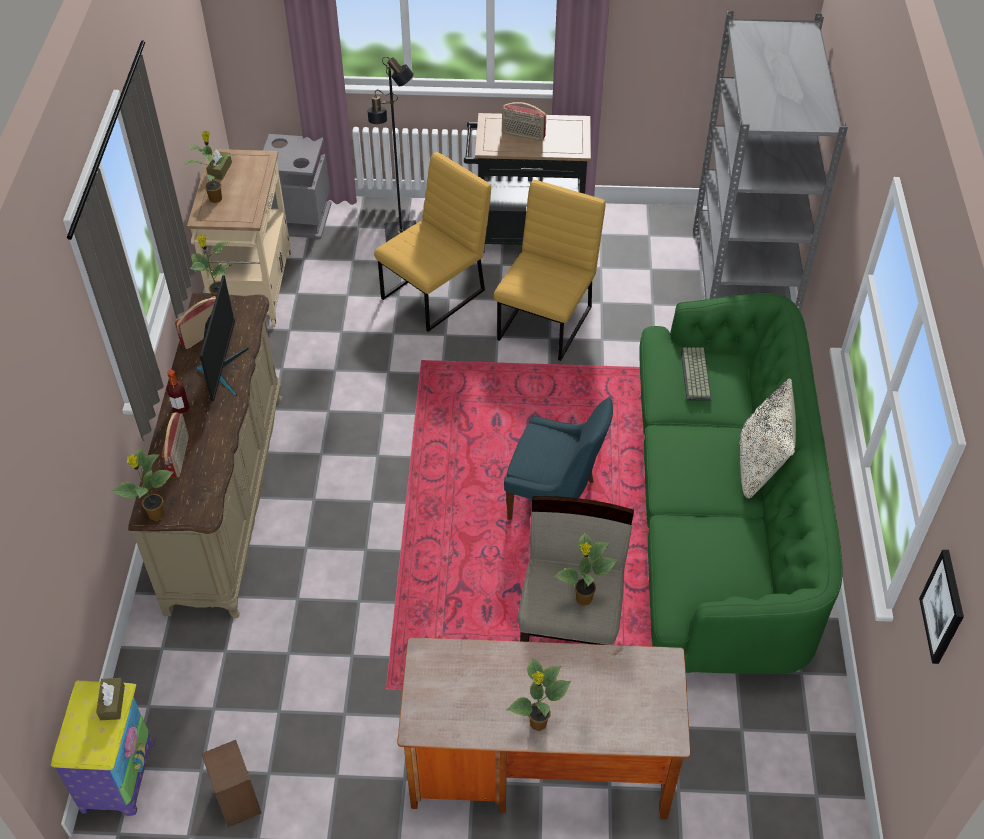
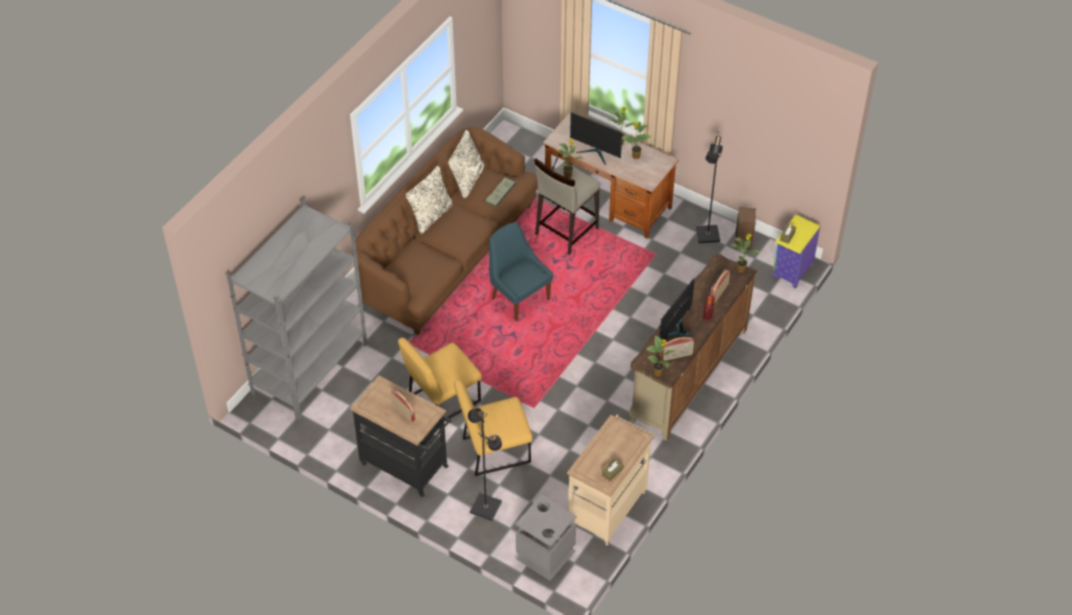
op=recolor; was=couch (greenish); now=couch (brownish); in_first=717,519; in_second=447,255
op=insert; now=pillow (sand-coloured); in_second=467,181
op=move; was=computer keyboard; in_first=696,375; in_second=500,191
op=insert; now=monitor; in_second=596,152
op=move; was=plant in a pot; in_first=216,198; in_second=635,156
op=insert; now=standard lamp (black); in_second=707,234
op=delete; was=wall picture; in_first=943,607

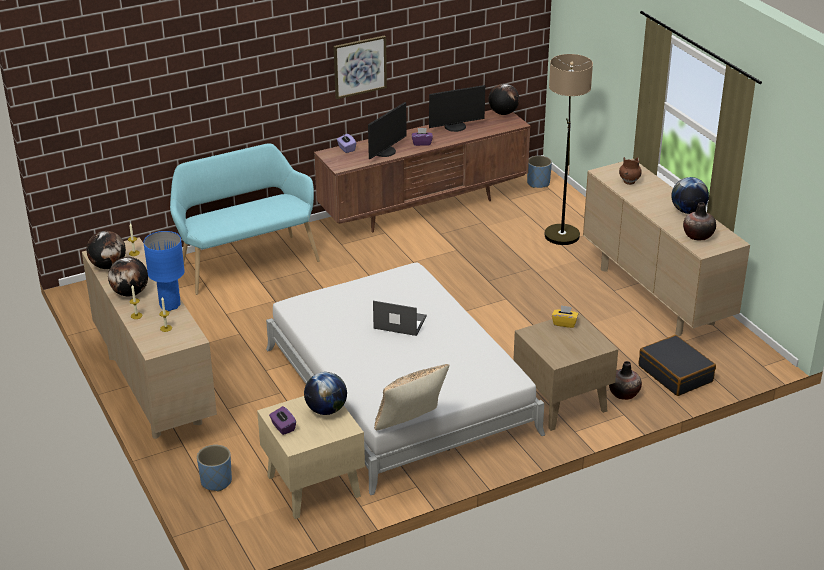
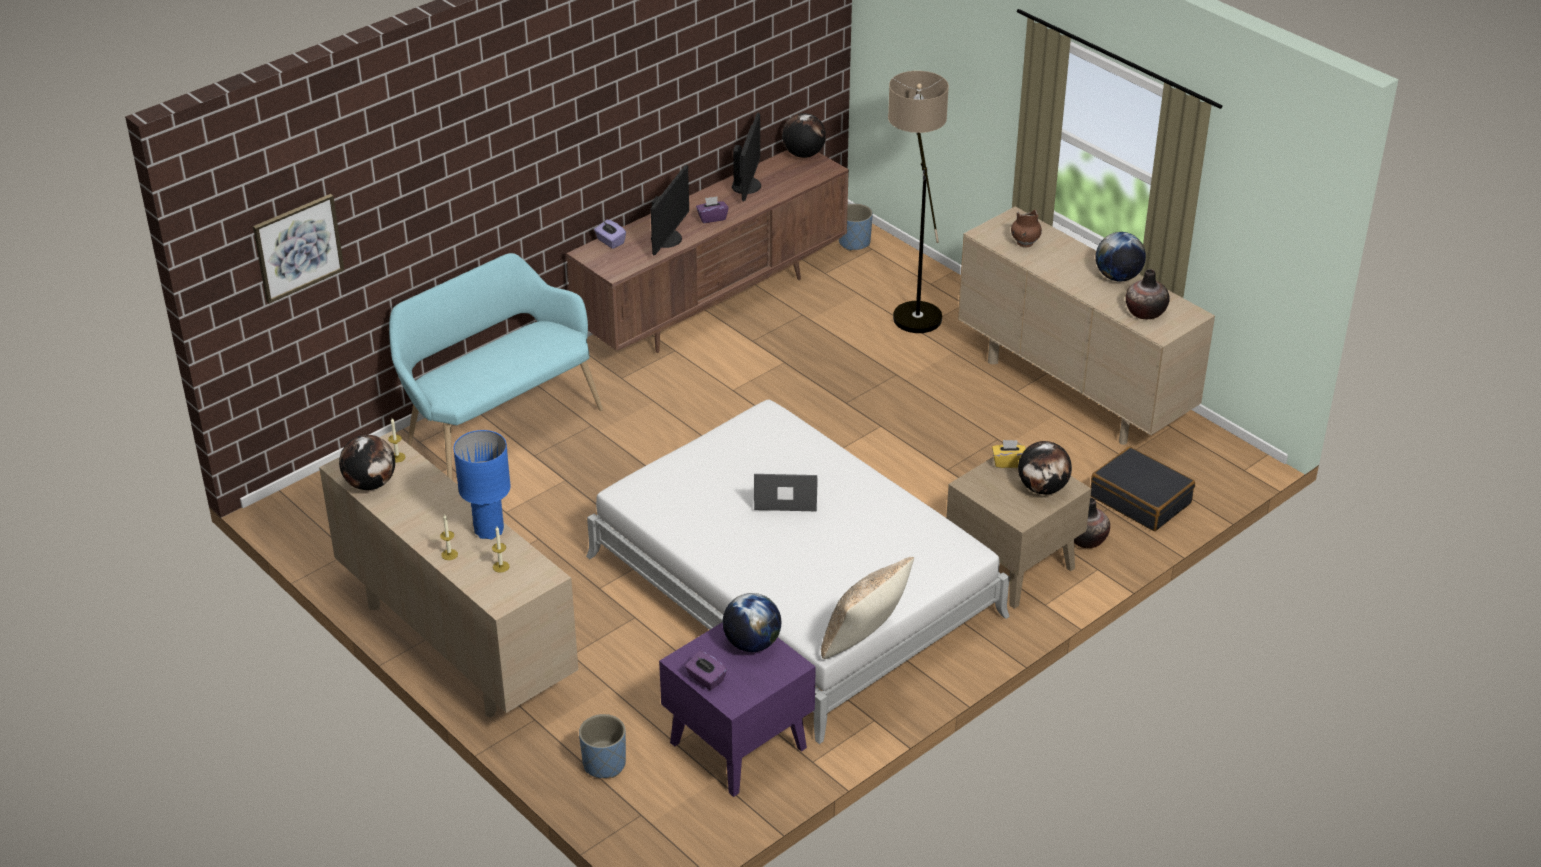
op=move; was=wall picture; in_first=359,66; in_second=298,247
op=recolor; was=bedside table (sand-coloured); now=bedside table (purplish); in_first=312,486; in_second=737,746
op=rotate; was=monitor; in_first=455,127; in_second=747,186; clockwise=-45
op=move; was=globe; in_first=130,293; in_second=1043,488

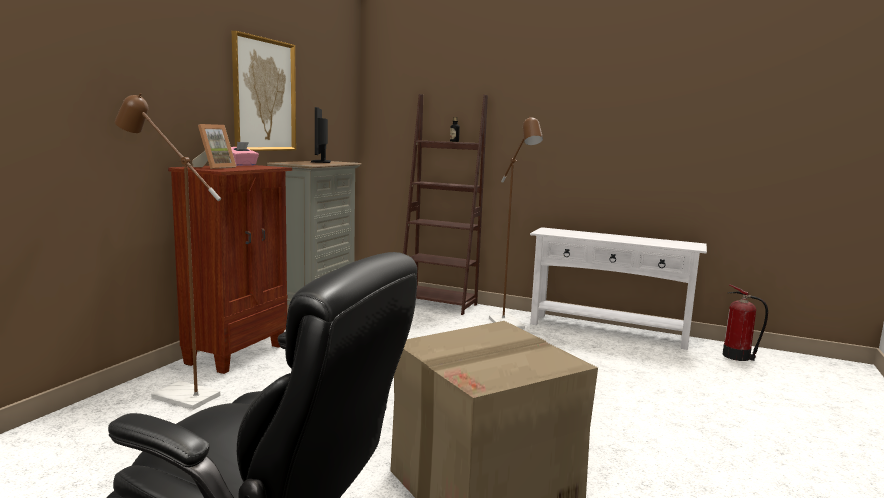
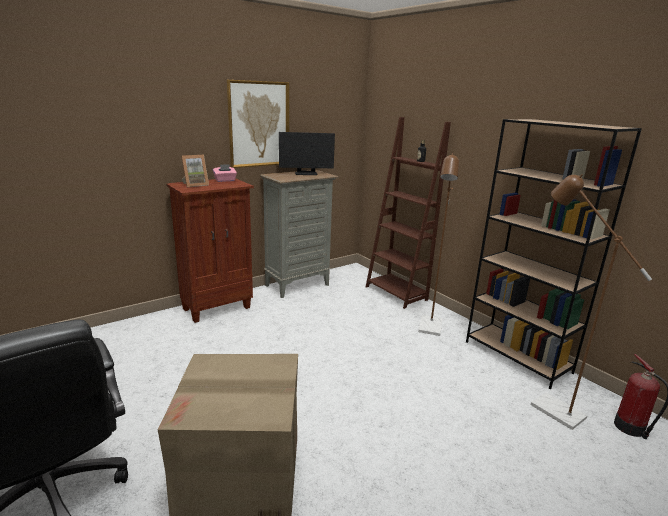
op=rotate; was=monitor; in_first=321,162; in_second=306,173; clockwise=-120
op=replace; was=narrow table (white-coloured); now=bookshelf (sand-coloured); in_first=607,330; in_second=518,357
op=move; was=standard lamp (brownish); in_first=177,394; in_second=549,406

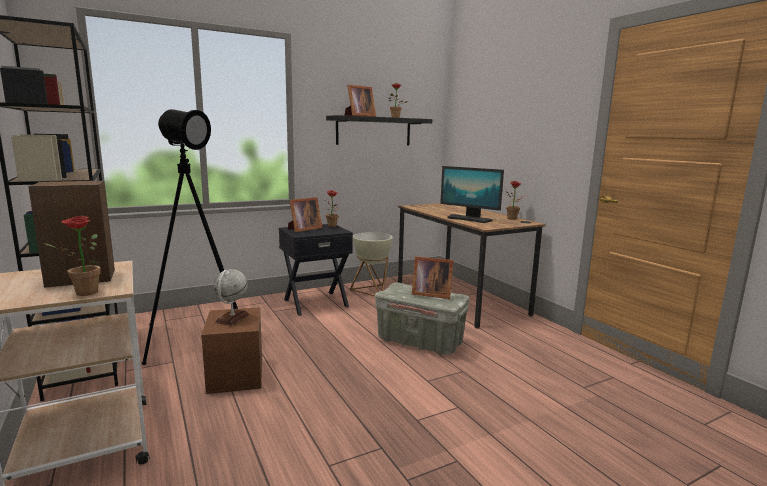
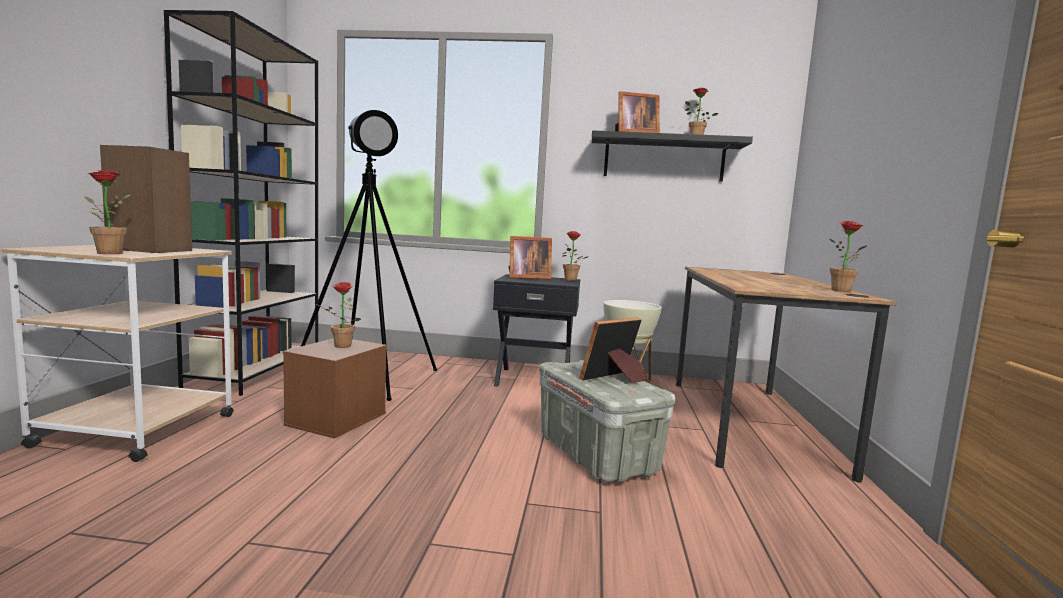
op=replace; was=globe; now=plant in a pot; in_first=232,318; in_second=339,346
op=rotate; was=photo frame; in_first=430,294; in_second=614,379; clockwise=90
op=delete; was=monitor; in_first=469,219

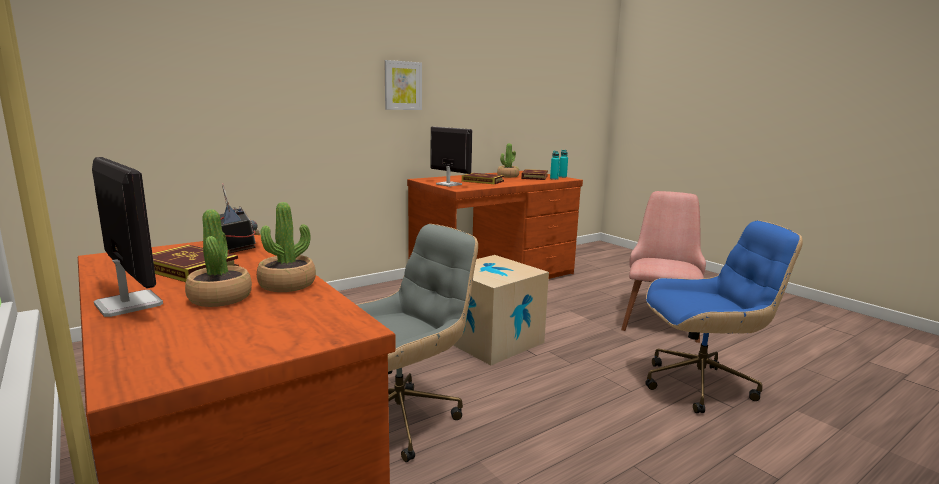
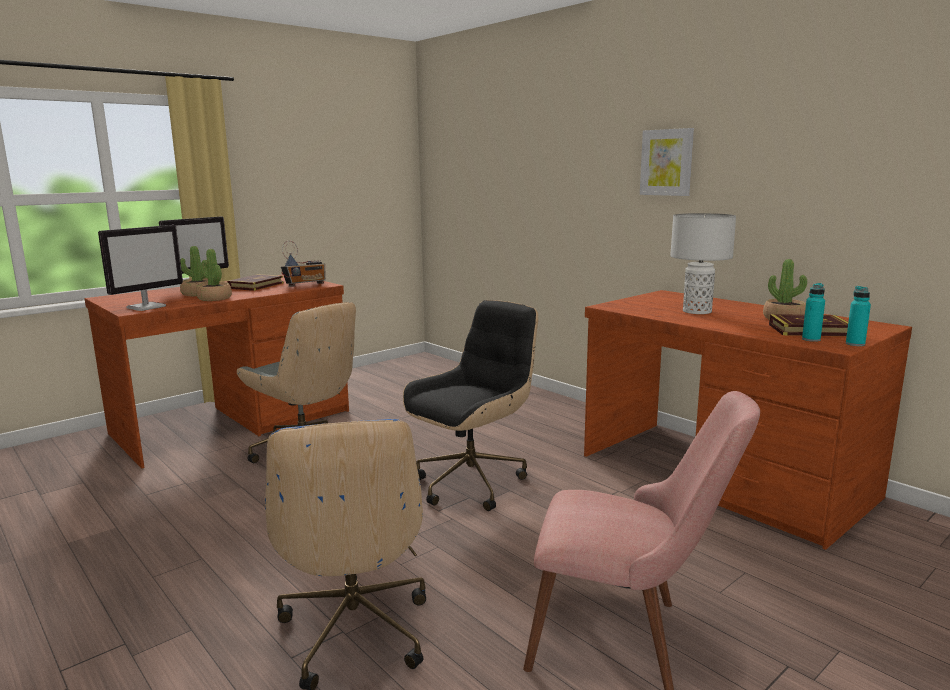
op=move; was=monitor; in_first=448,184; in_second=147,307
op=replace; was=cardboard box; now=office chair (black); in_first=491,340; in_second=473,483
op=replace; was=bound book; now=table lamp (white-coloured); in_first=482,181; in_second=697,311

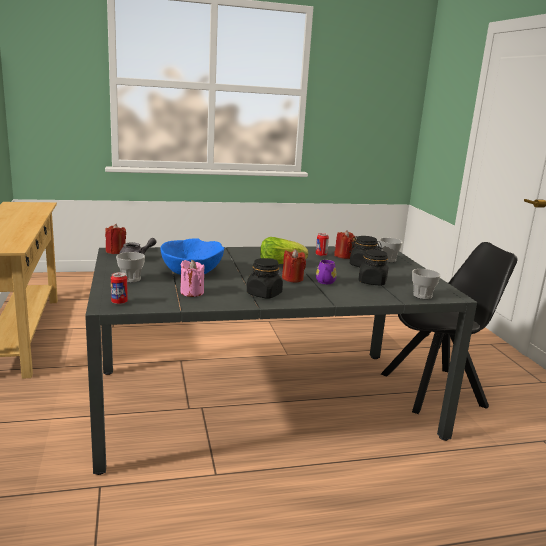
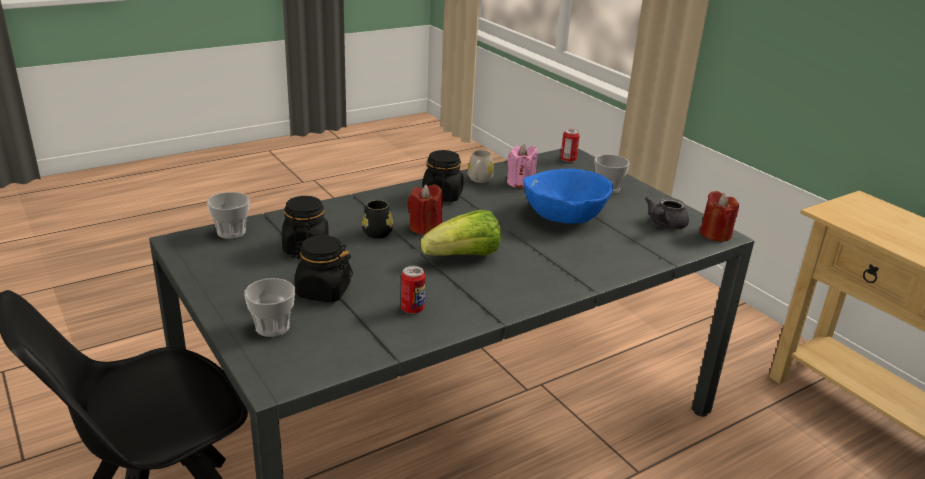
op=recolor; was=coffee mug (purplish); now=coffee mug (black); in_first=324,282; in_second=377,231
op=insert; now=coffee mug (white-coloured); in_second=479,180
op=delete; was=wax light (red-coloured); in_first=343,256

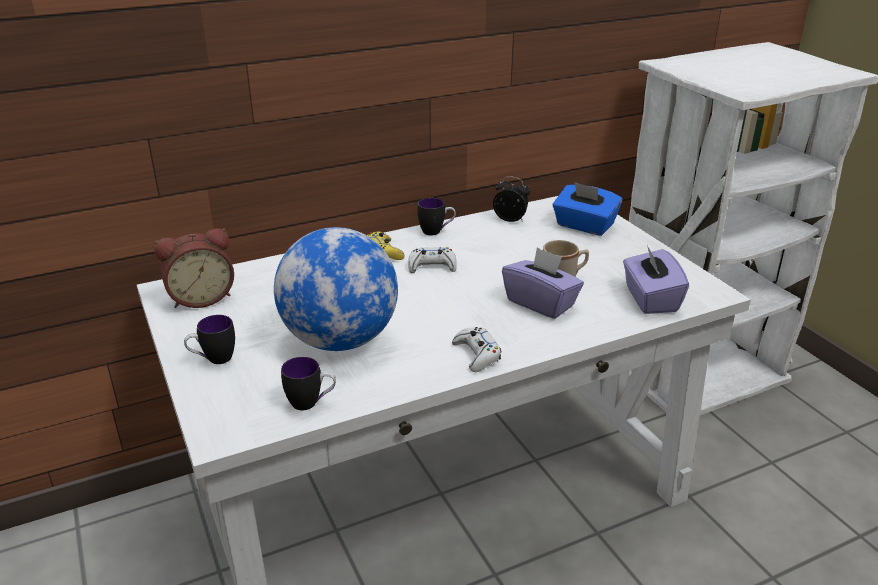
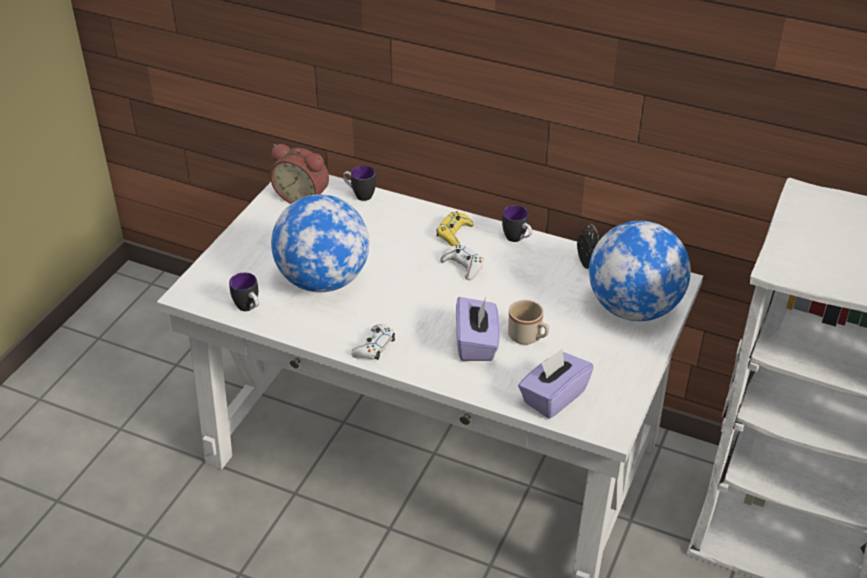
op=move; was=coffee mug; in_first=213,360; in_second=359,195
op=replace; was=tissue box (blue); now=globe; in_first=584,226; in_second=633,308

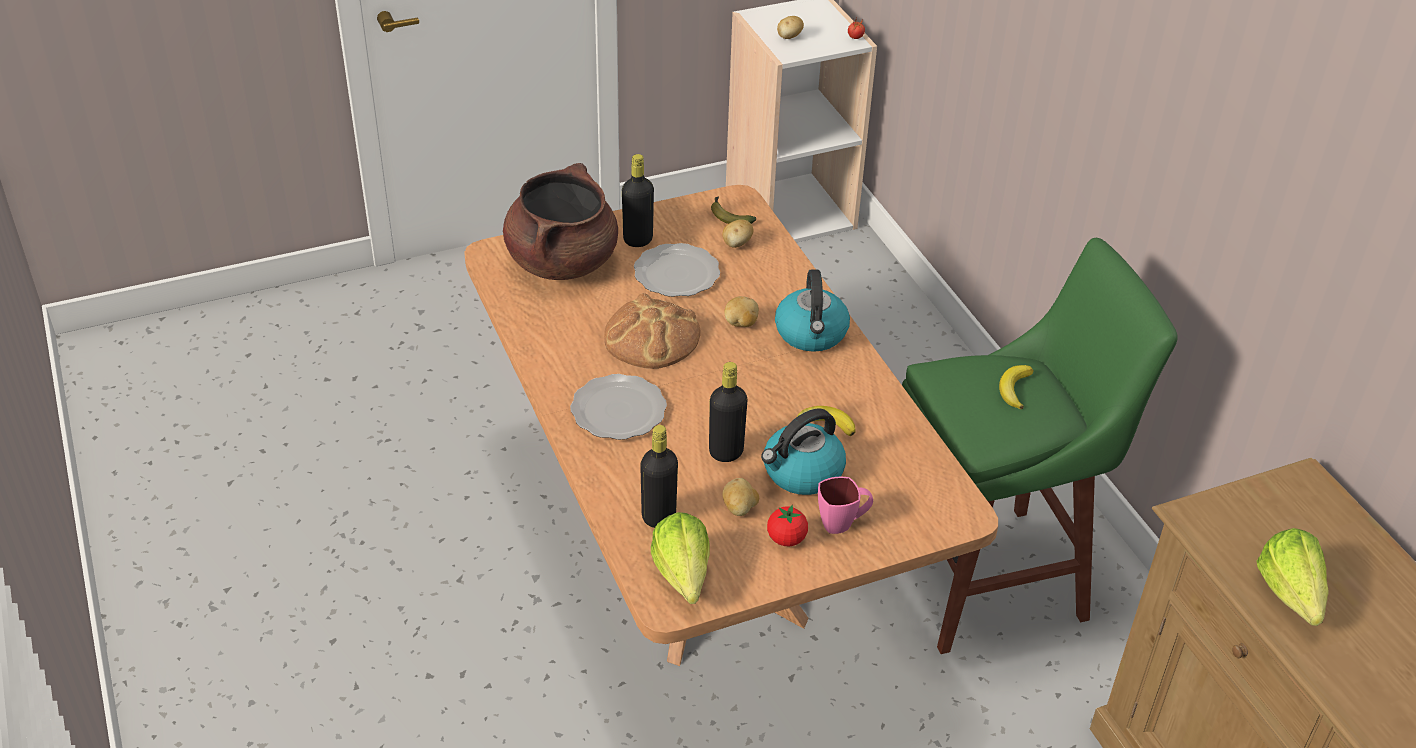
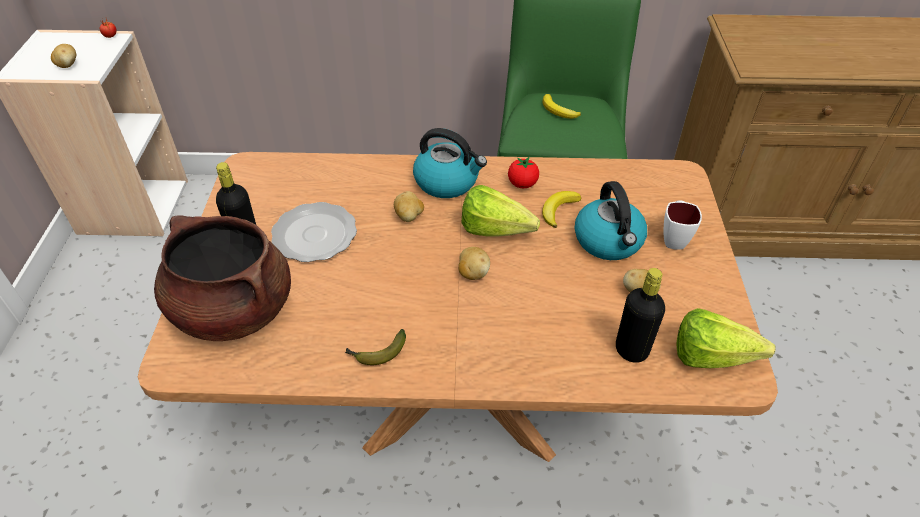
op=move; was=banana; in_first=728,216; in_second=377,353
op=move; was=spud; in_first=737,244; in_second=473,273
op=move; was=lettuce head; in_first=1290,601; in_second=500,233
op=move; was=tomato; in_first=786,539; in_second=522,184
op=recolor; was=coffee mug (pinkish); now=coffee mug (white-coloured); in_first=843,523; in_second=674,238
op=delete; was=plate; in_first=617,410
op=delete; was=bakery bread; in_first=651,337
op=delete; was=bottle (black); in_first=726,452

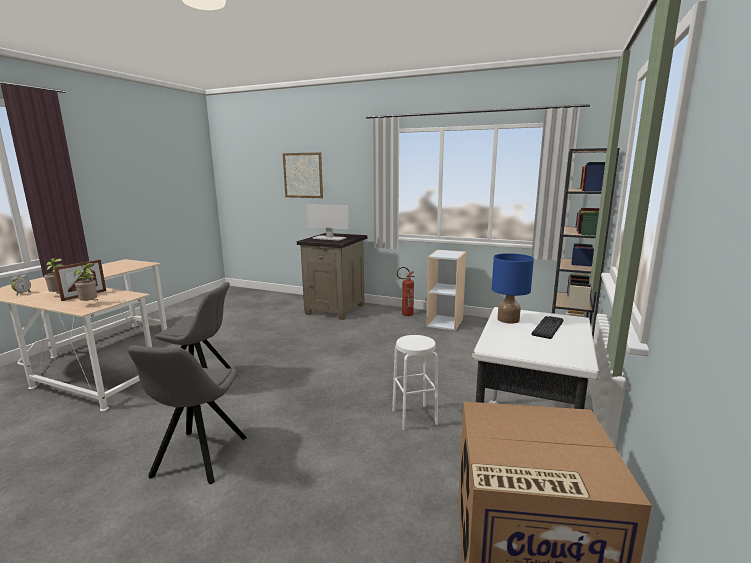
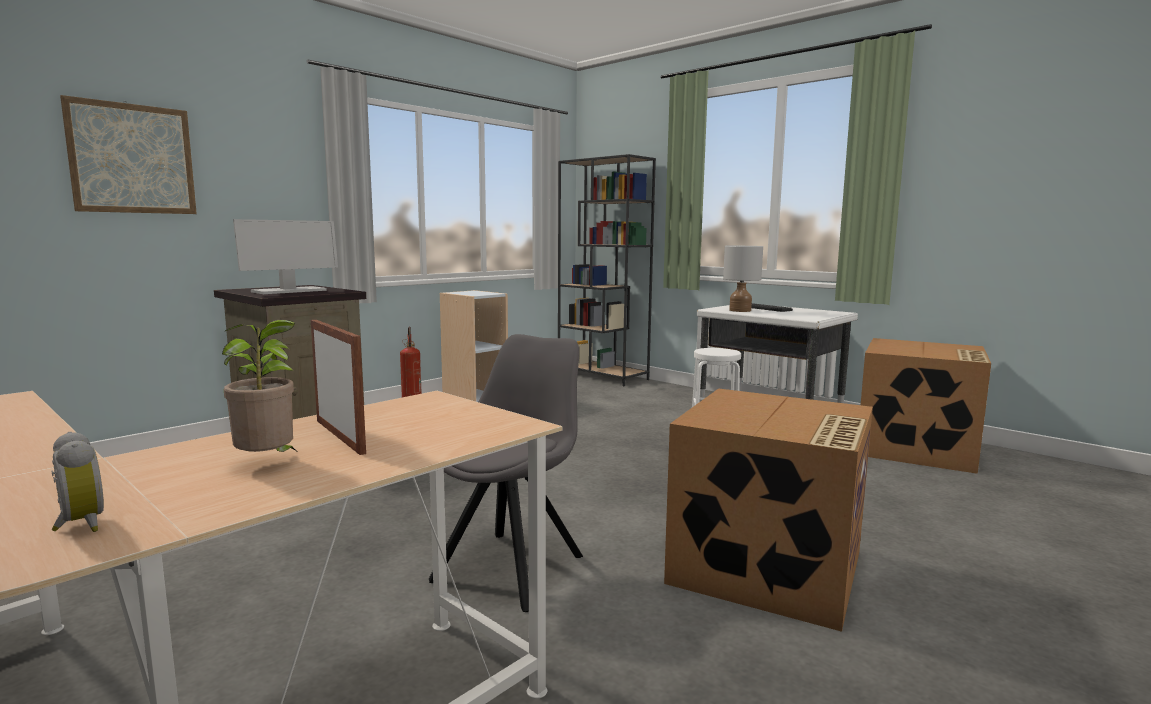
op=replace; was=chair (gray); now=cardboard box; in_first=199,456; in_second=768,569
op=recolor; was=table lamp (blue); now=table lamp (gray); in_first=508,319; in_second=740,310
op=delete; was=plant in a pot; in_first=90,304

